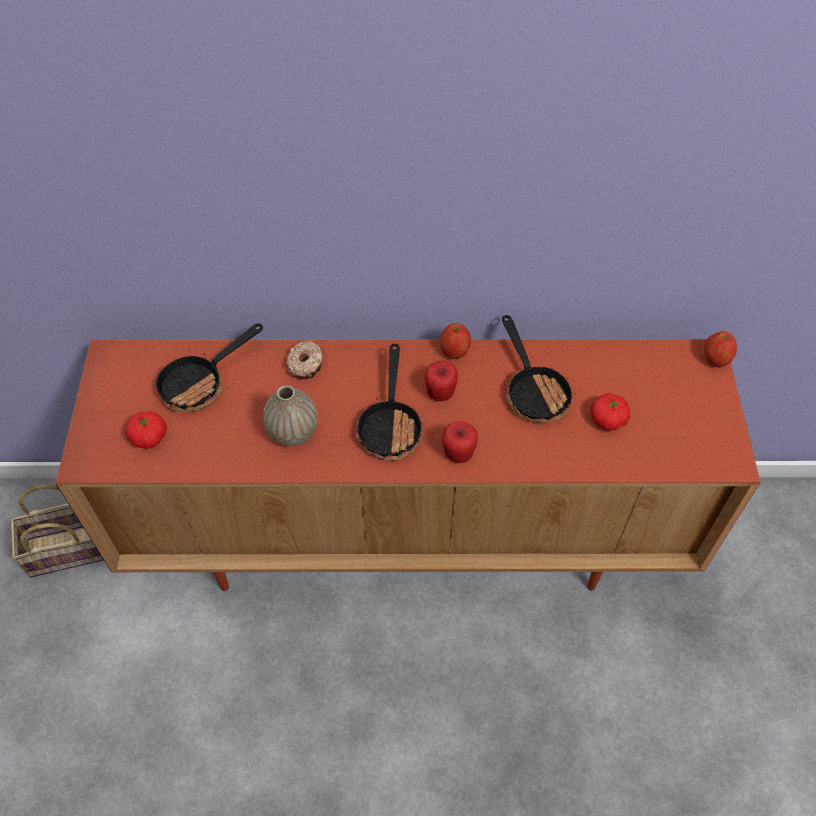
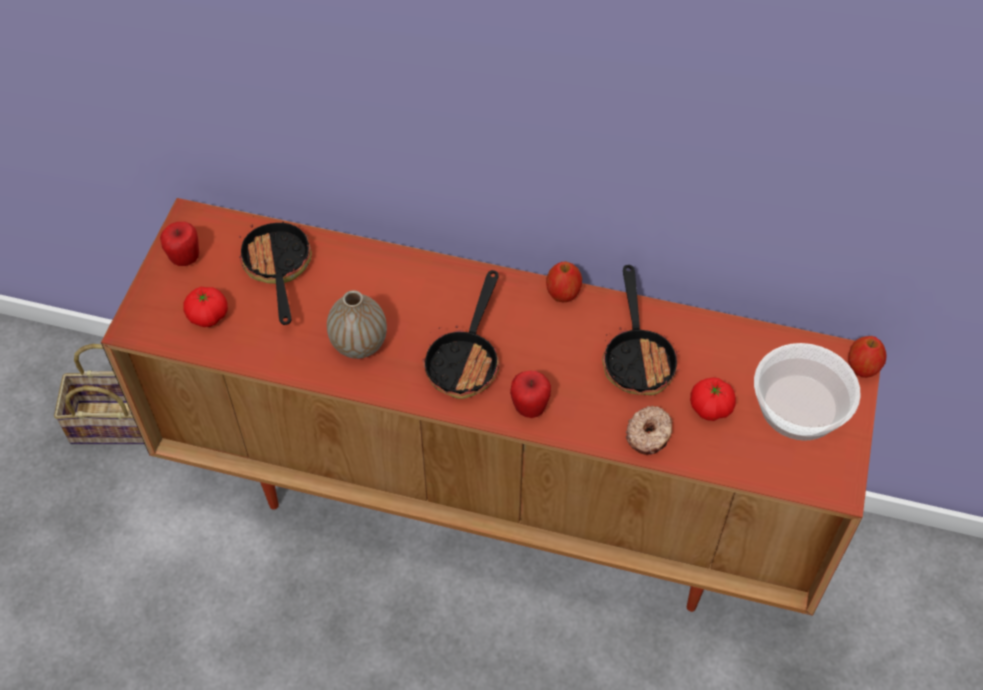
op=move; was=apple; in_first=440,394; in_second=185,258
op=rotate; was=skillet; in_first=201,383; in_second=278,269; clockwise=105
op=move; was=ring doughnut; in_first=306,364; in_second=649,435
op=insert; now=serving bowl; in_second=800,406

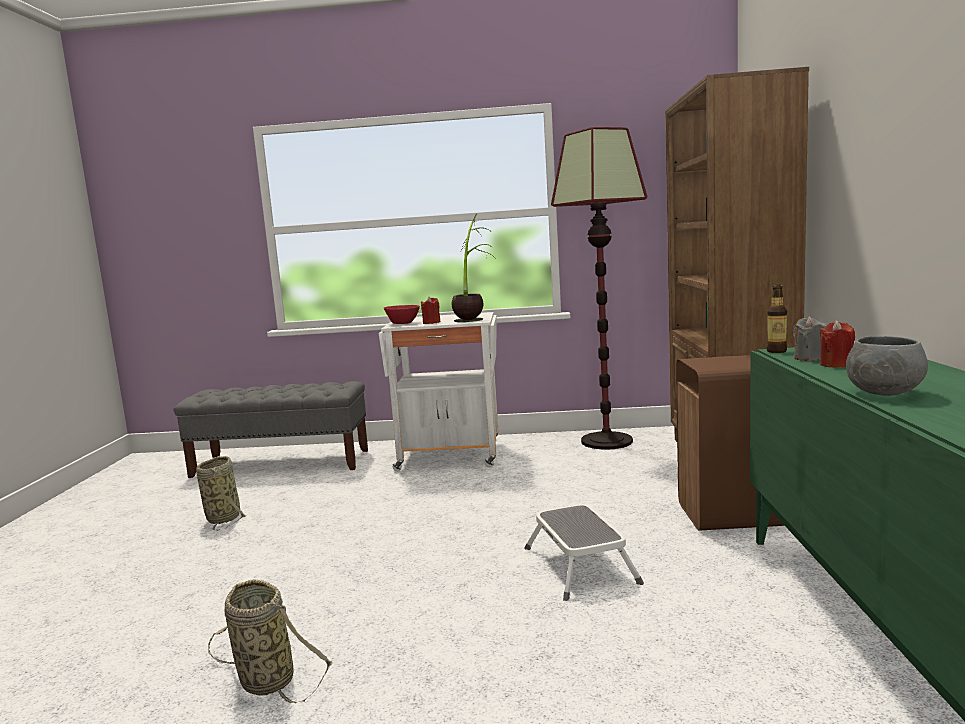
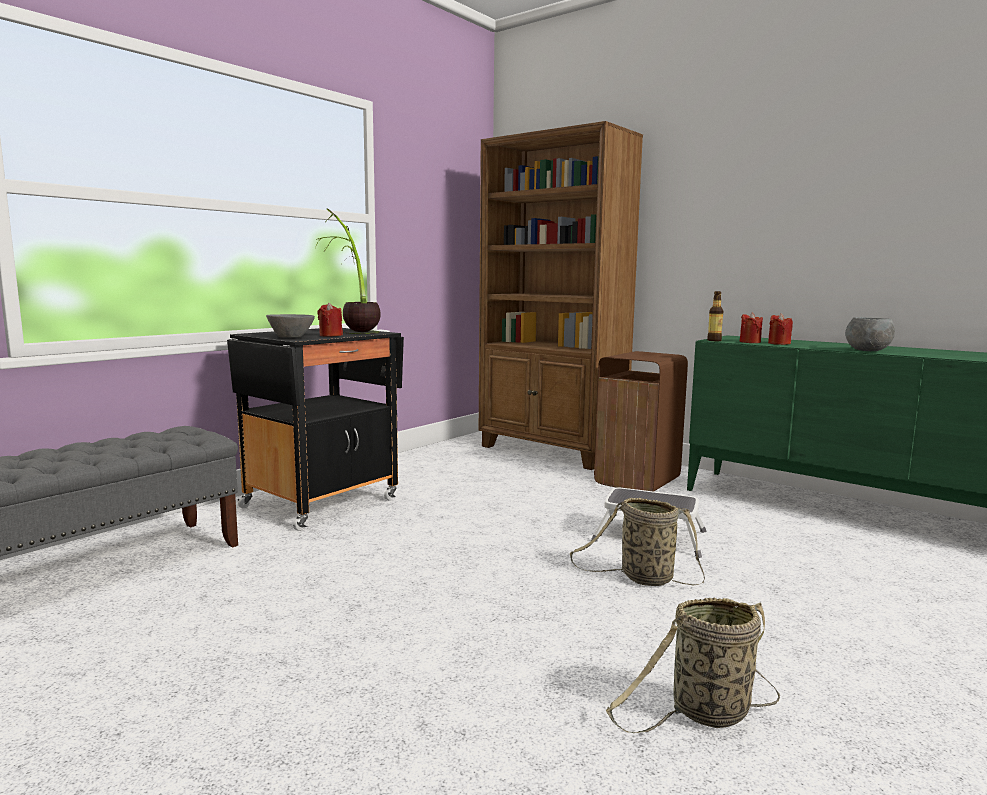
op=recolor; was=cart (white-coloured); now=cart (black); in_first=451,456; in_second=322,502
op=recolor; was=serving bowl (red-coloured); now=serving bowl (gray); in_first=403,323; in_second=292,337
op=move; was=storage basket; in_first=224,517; in_second=642,578
op=recolor; was=wax light (gray); now=wax light (red-coloured); in_first=809,358; in_second=750,342
op=delete; was=standard lamp; in_first=606,441

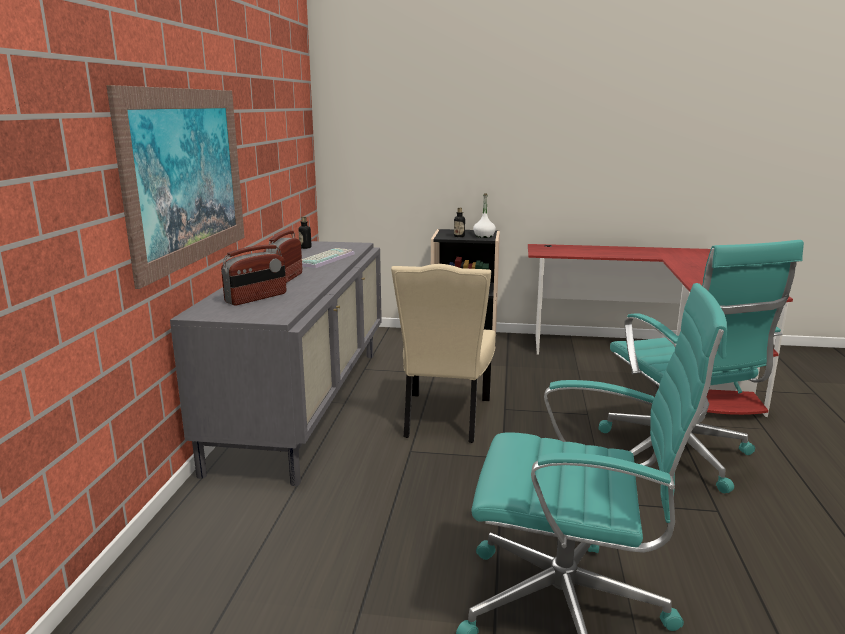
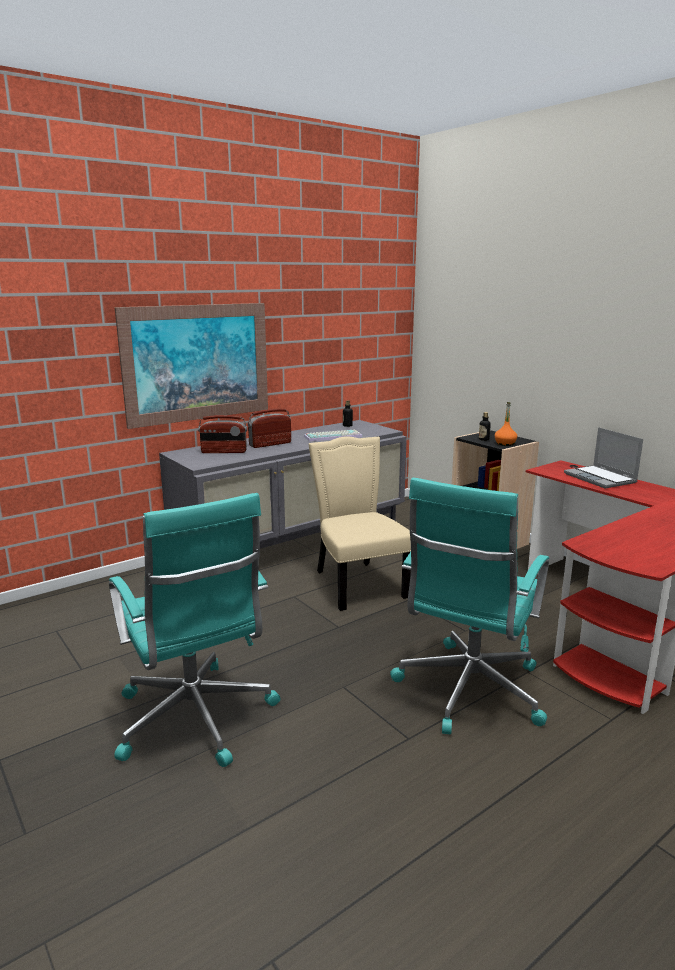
op=rotate; was=chair (sand-coloured); in_first=445,416; in_second=359,586; clockwise=105
op=recolor; was=bottle (white-coloured); now=bottle (orange); in_first=484,236; in_second=505,443
op=insert; now=notebook computer; in_second=601,478

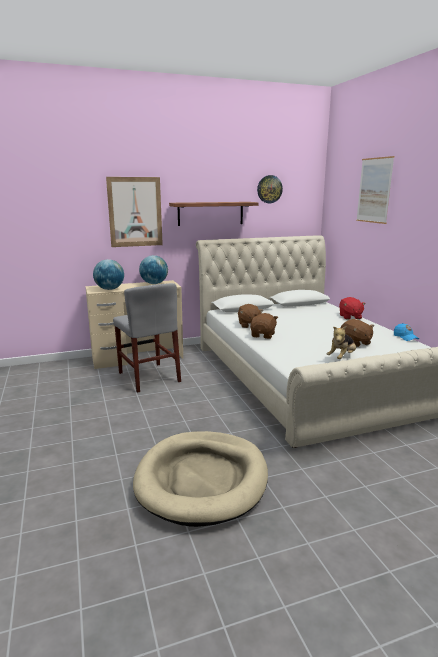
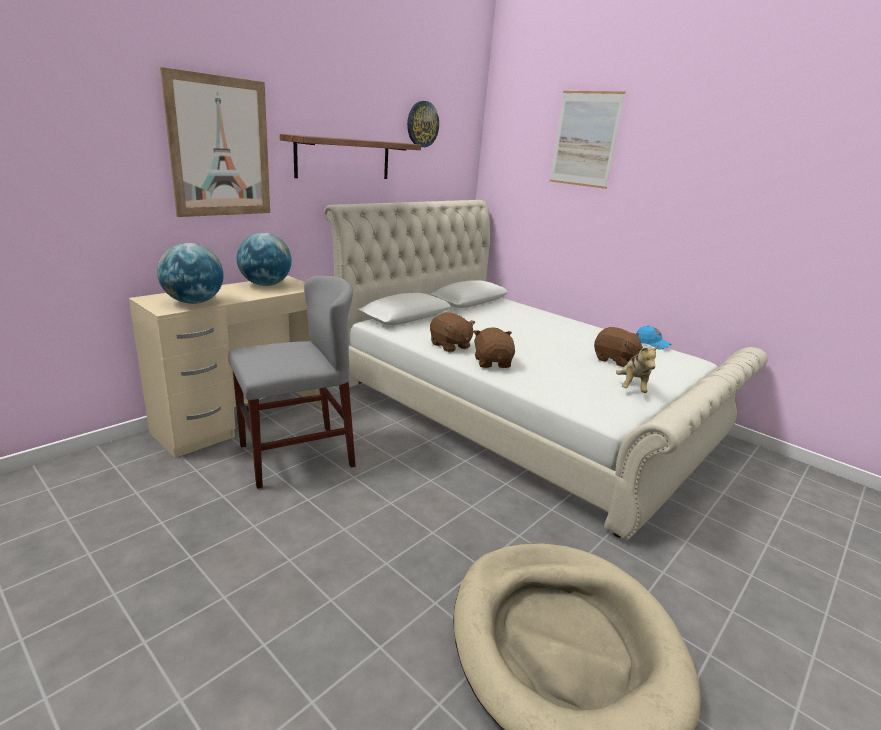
op=rotate; was=chair (gray); in_first=149,377; in_second=296,455; clockwise=-60
op=delete; was=soft toy (red-coloured); in_first=350,317

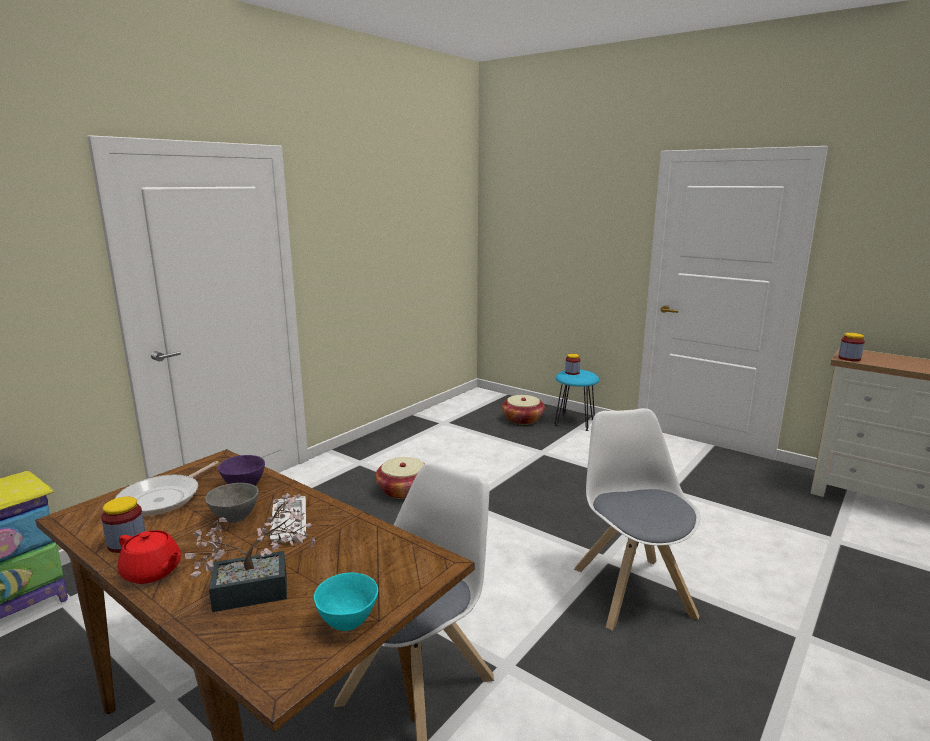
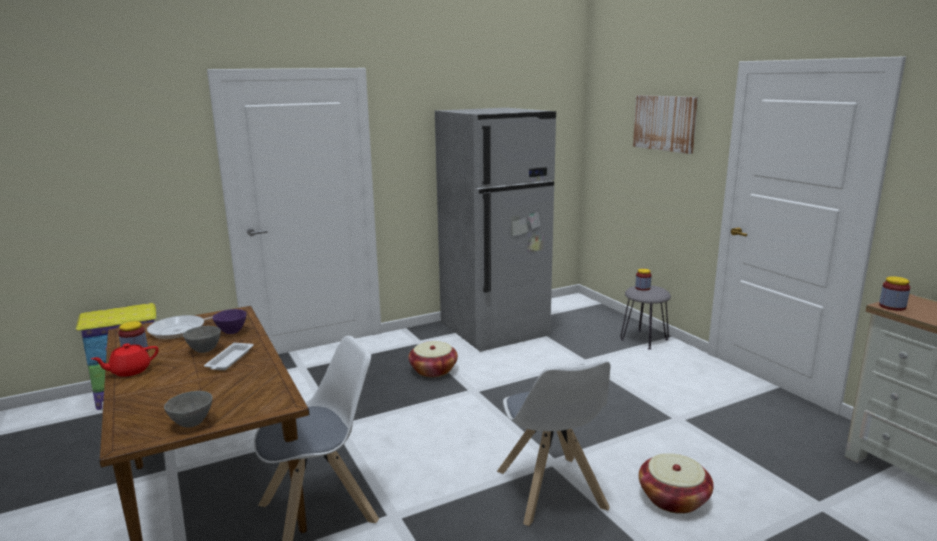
op=rotate; was=teapot (red-coloured); in_first=152,572; in_second=129,371; clockwise=90
op=recolor; was=serving bowl (blue-green); now=serving bowl (gray); in_first=348,623; in_second=192,423
op=insert; now=kitchen fridge (gray); in_second=494,328
op=rotate; was=chair; in_first=631,589; in_second=551,491; clockwise=150
op=recolor; was=stool (blue-green); now=stool (gray); in_first=575,422; in_second=644,339
op=insert; now=wall picture; in_second=665,123
op=move; was=storage basket; in_first=522,419; in_second=673,498
op=delete; was=plant in a pot; in_first=261,590

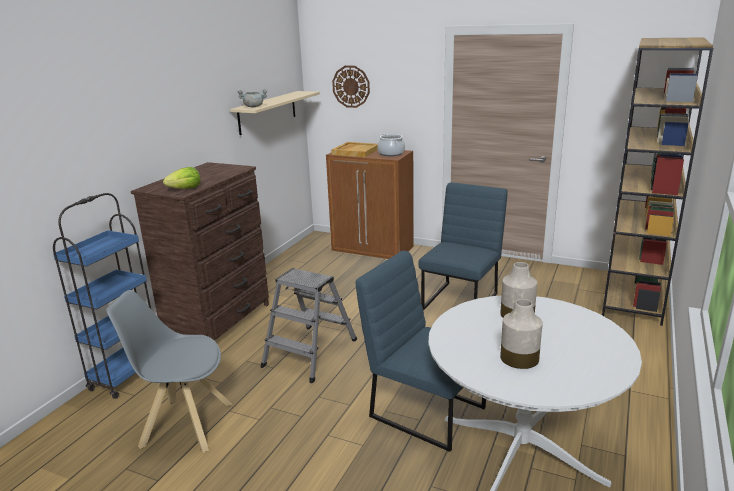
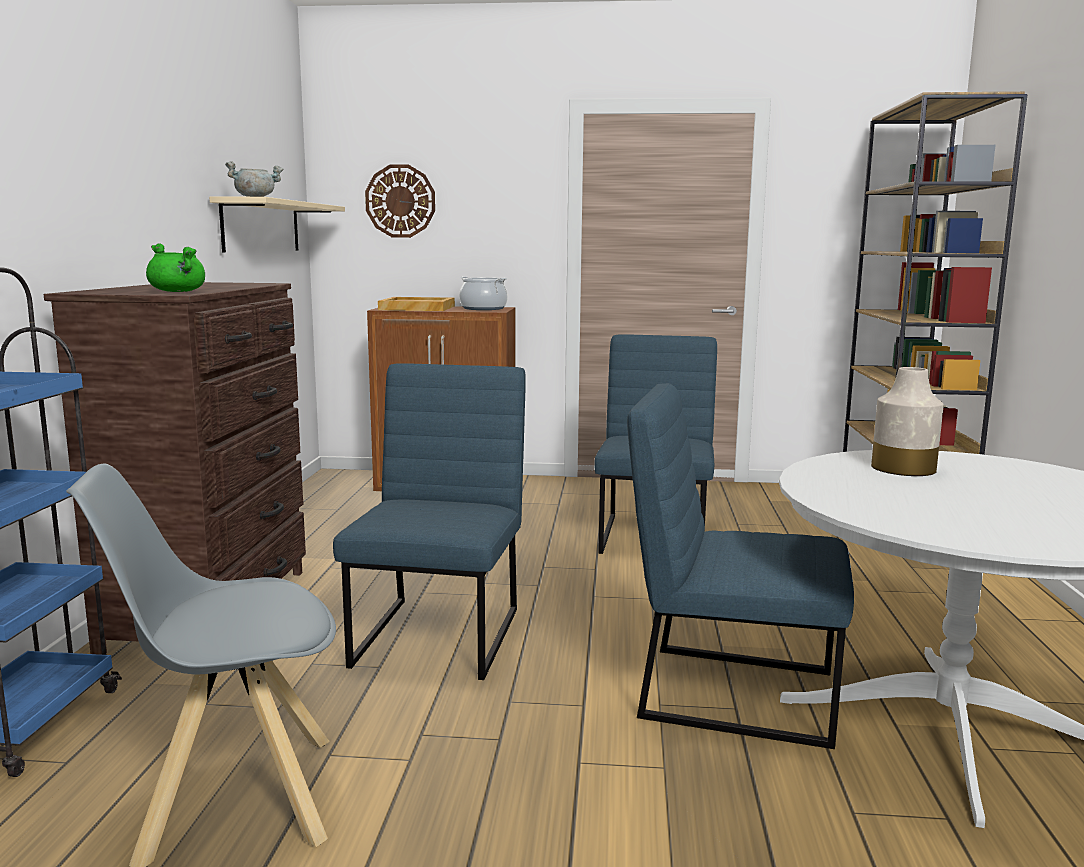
op=replace; was=lettuce head; now=stockpot (greenish); in_first=185,189; in_second=178,291
op=replace; was=step stool (gray); now=chair (blue); in_first=310,352; in_second=441,634
op=delete; was=flower vase (sand-coloured); in_first=519,358

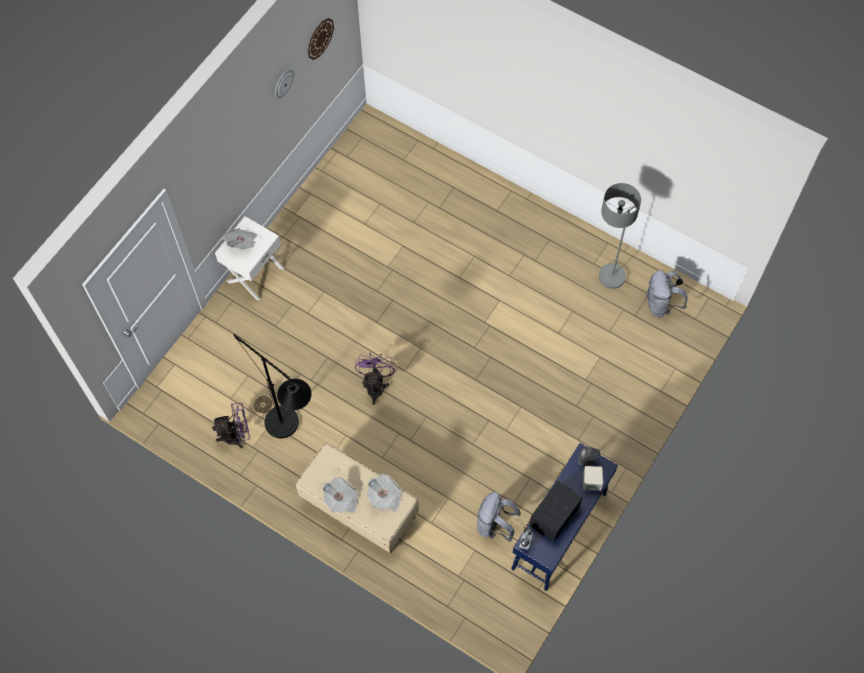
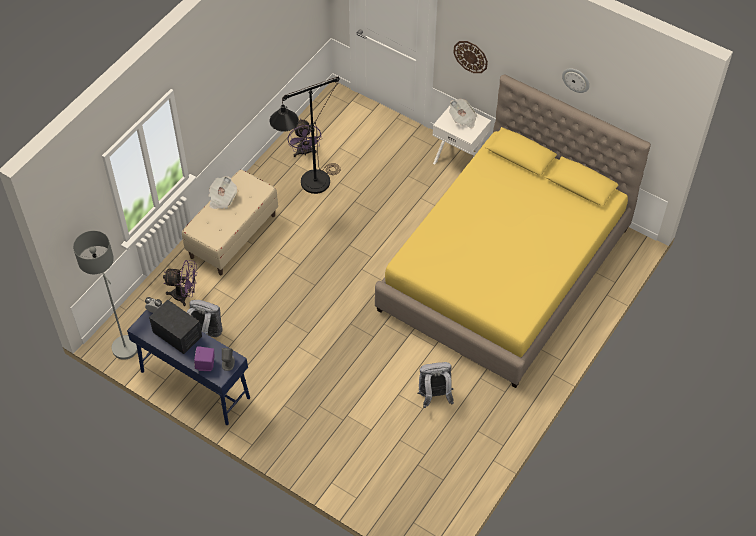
op=move; was=standard lamp (gray); in_first=605,281; in_second=121,342
op=move; was=cooling fan (purplish); in_first=375,385; in_second=185,295
op=recolor; was=speaker (sand-coloured); now=speaker (purplish); in_first=591,482; in_second=205,365
op=insert; now=sleeping bed (yellow-coloured); in_second=505,269
op=move; was=backpack (gray); in_first=661,304; in_second=434,396
op=move; was=wall clock; in_first=320,38; in_second=470,56
op=delete; was=daily paper; in_first=385,497

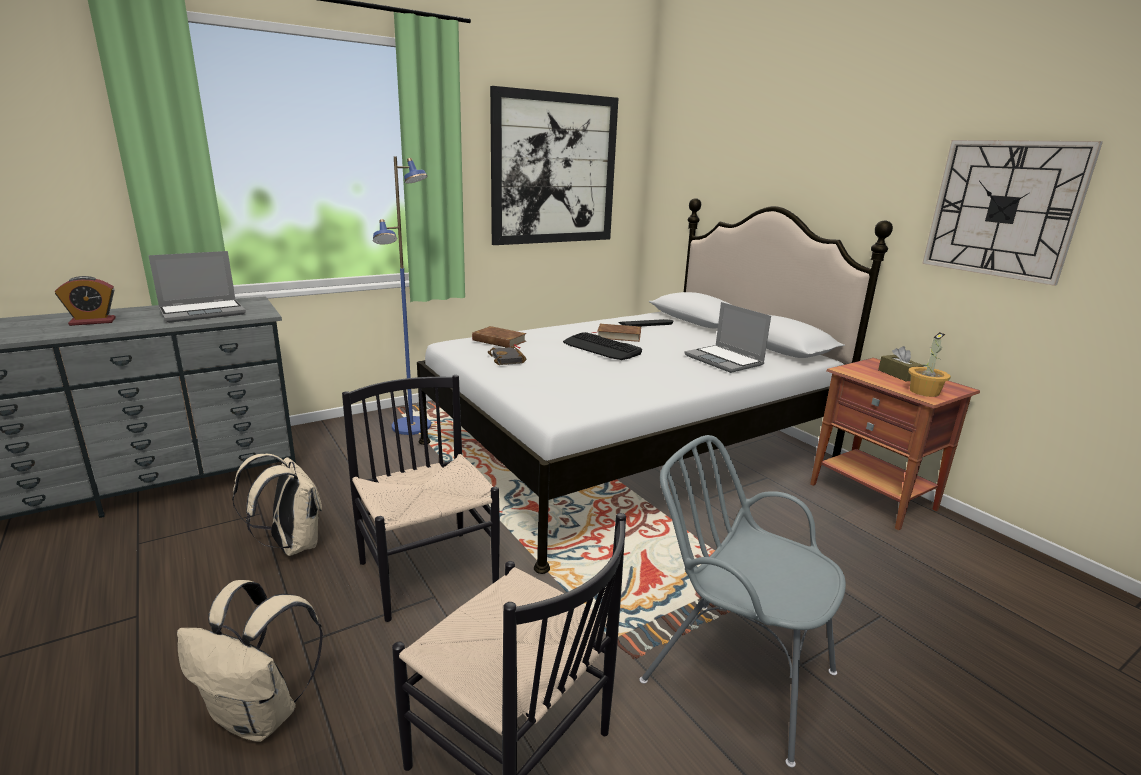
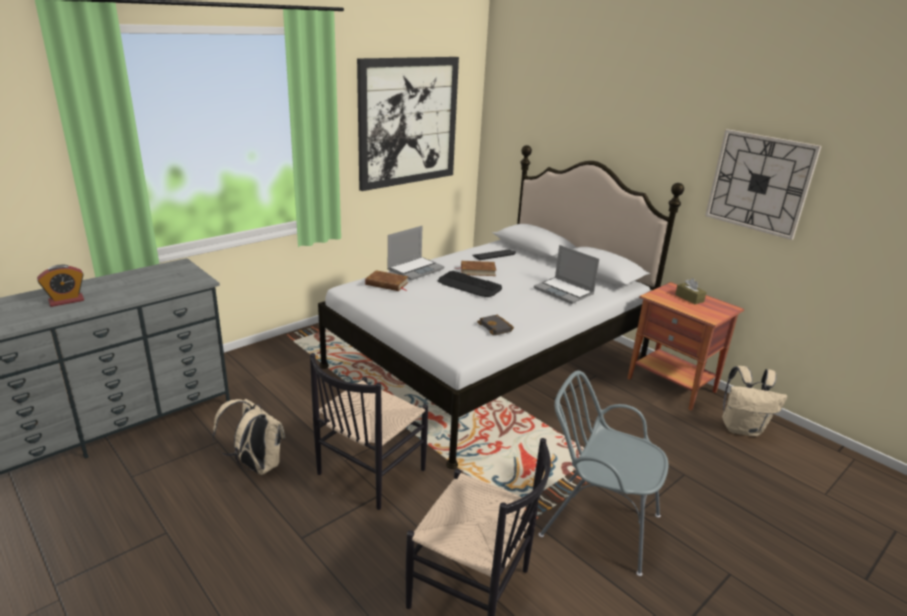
op=rotate; was=chair (black); in_first=426,570; in_second=368,474; clockwise=-105
op=move; was=notebook computer; in_first=204,312; in_second=415,269
op=move; was=bound book (black); in_first=508,359; in_second=496,327
op=move; was=backpack (sand-coloured); in_first=260,716; in_second=742,428
op=delete; was=standard lamp (blue); in_first=412,427
op=delete; was=plant in a pot; in_first=924,391

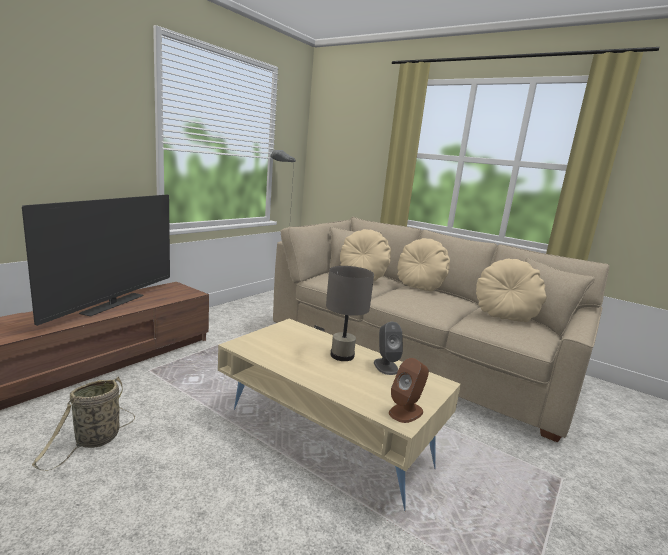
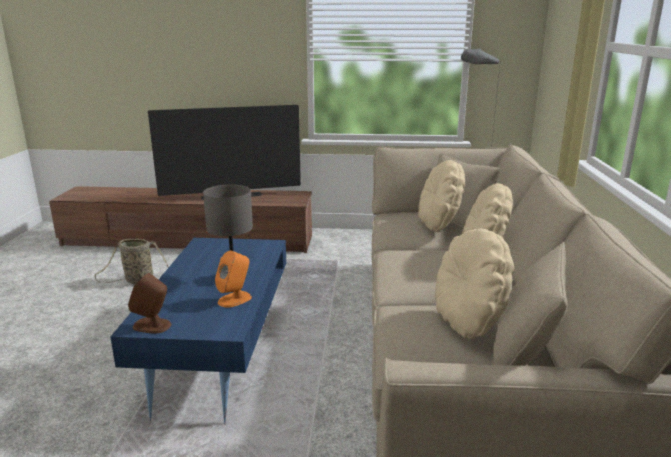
op=recolor; was=lounge table (sand-coloured); now=lounge table (blue); in_first=328,437; in_second=221,354
op=recolor; was=speaker (gray); now=speaker (orange); in_first=385,366; in_second=235,299

